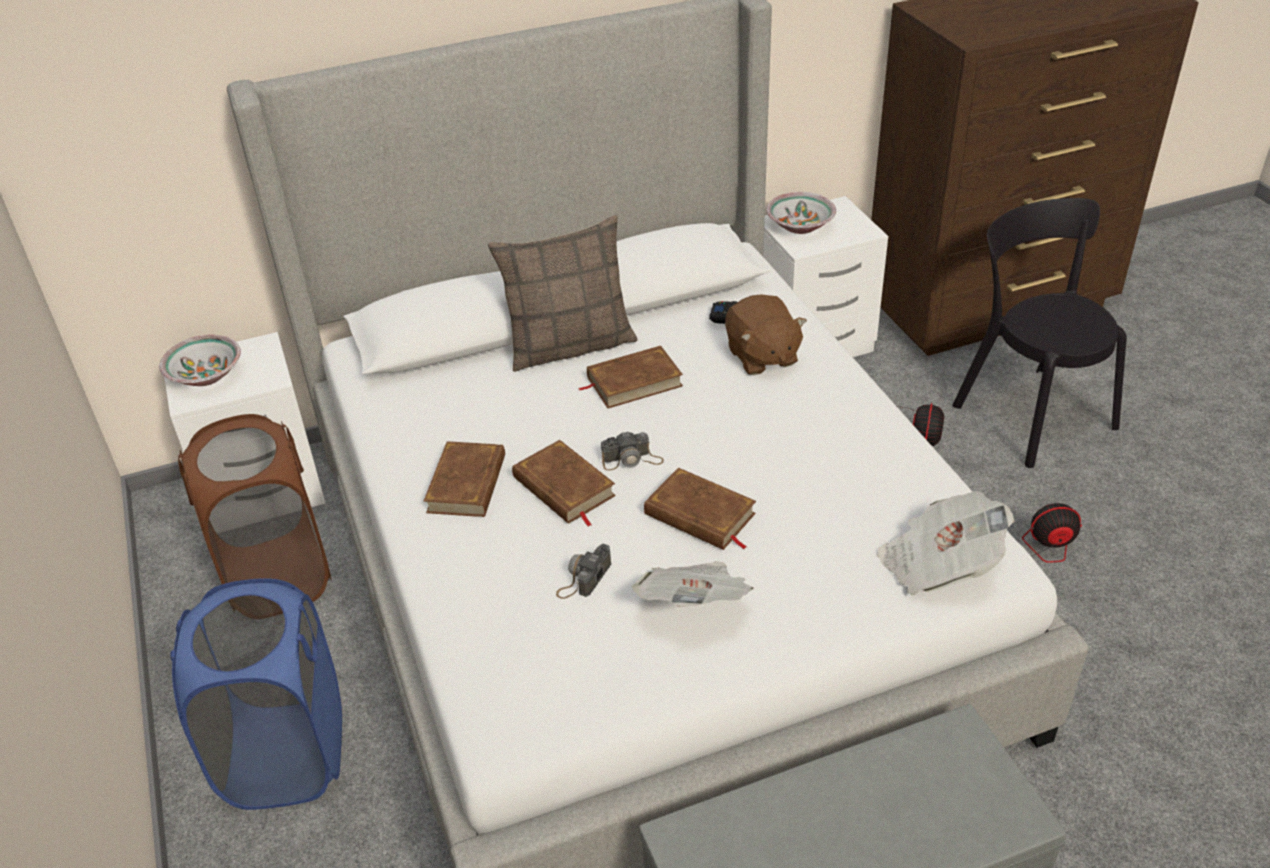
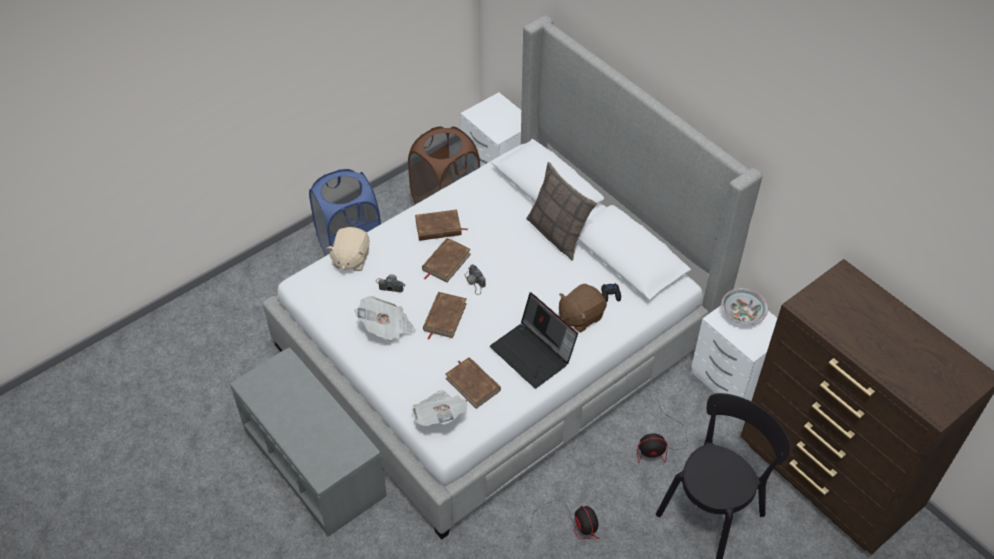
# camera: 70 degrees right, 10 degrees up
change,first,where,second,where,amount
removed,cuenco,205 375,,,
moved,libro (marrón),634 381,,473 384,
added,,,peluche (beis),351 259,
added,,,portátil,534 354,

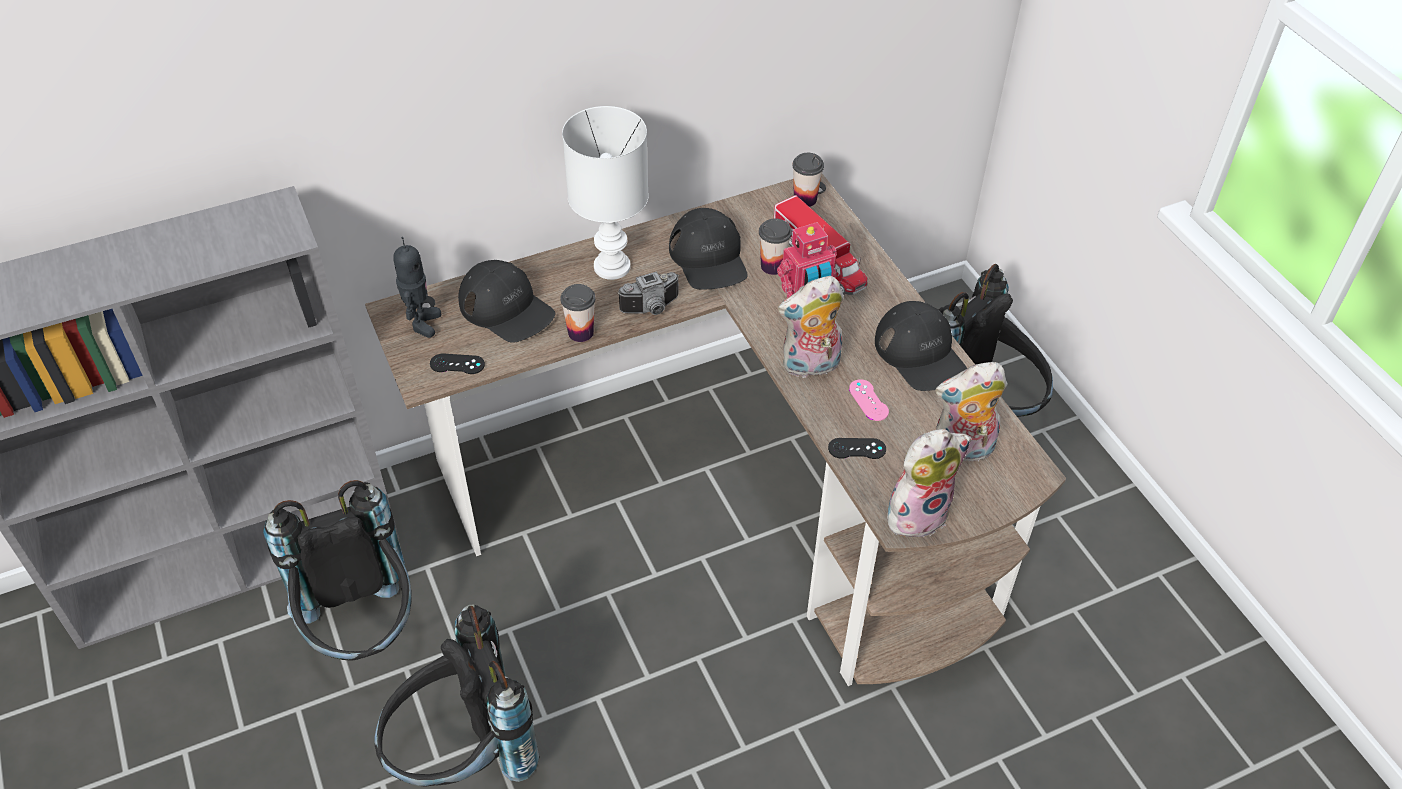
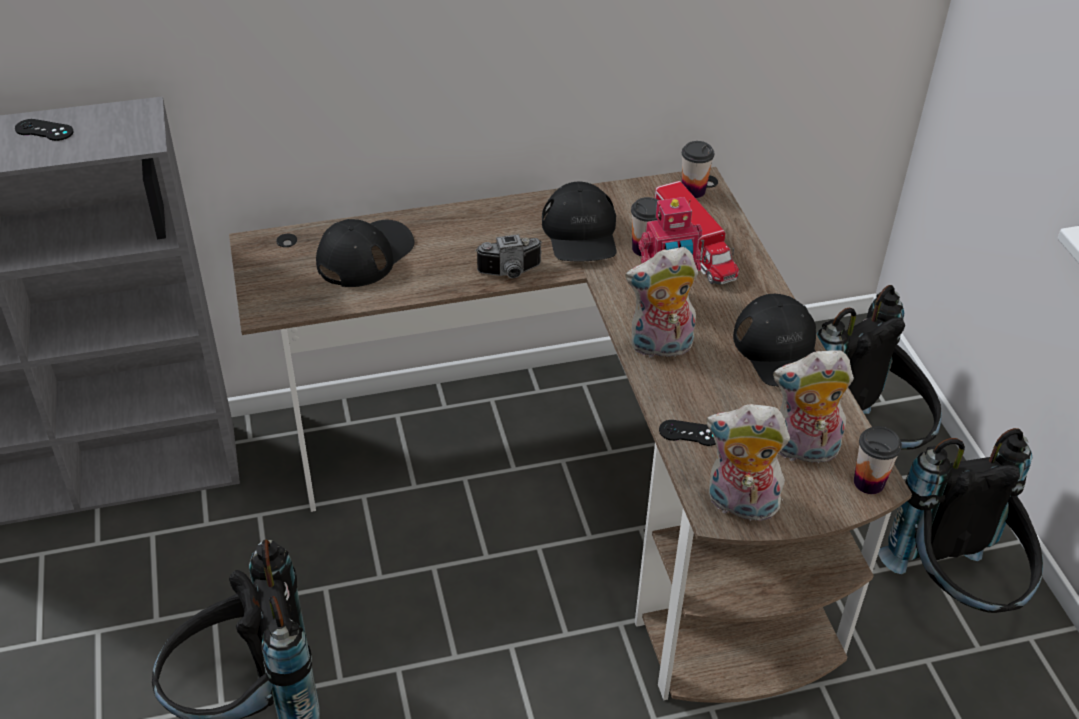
# camera: 10 degrees right, 5 degrees down
change,first,where,second,where,amount
moved,mochila (negro),363 631,,955 591,
removed,robot de juguete,422 323,,,
moved,mando de consola (negro),457 364,,44 130,
turned,gorra (negro),506 308,,365 255,105 degrees counterclockwise
moved,taza,580 332,,869 482,
removed,lámpara de mesa (blanco),612 268,,,
removed,mando de consola (rosa),868 400,,,
turned,peluche,917 512,,739 505,150 degrees counterclockwise

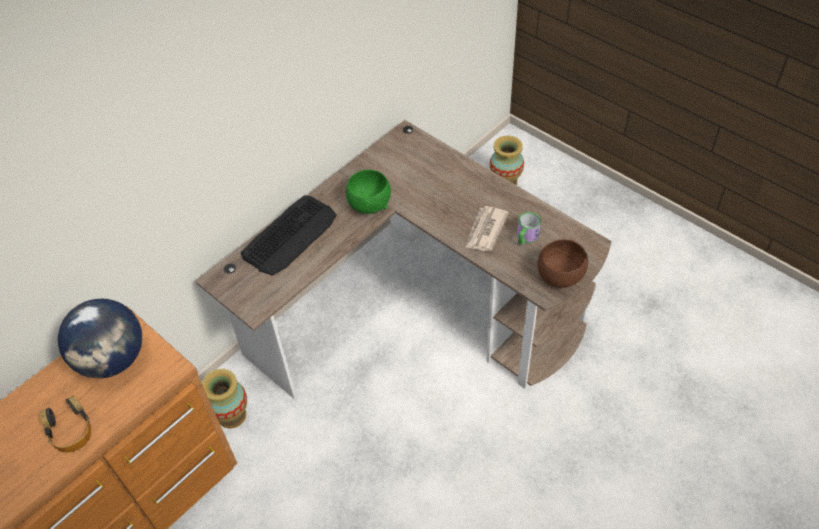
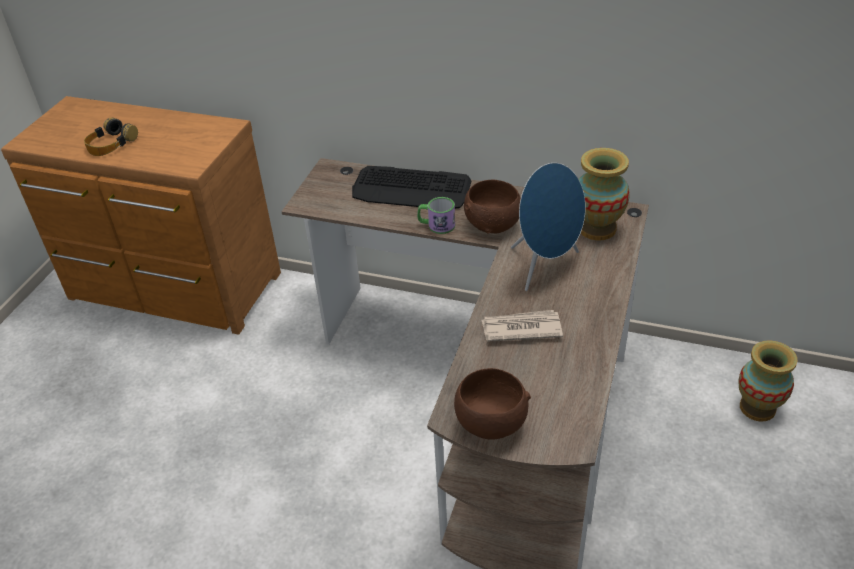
# camera: 65 degrees right, 10 degrees down
change,first,where,second,where,amount
removed,globo terráqueo,113 359,,,
moved,florero,232 415,,597 228,
recoloured,cuenco (verde),369 204,cuenco (marrón),493 225,
moved,taza grande,526 237,,436 225,
added,,,altavoz (azul),545 267,

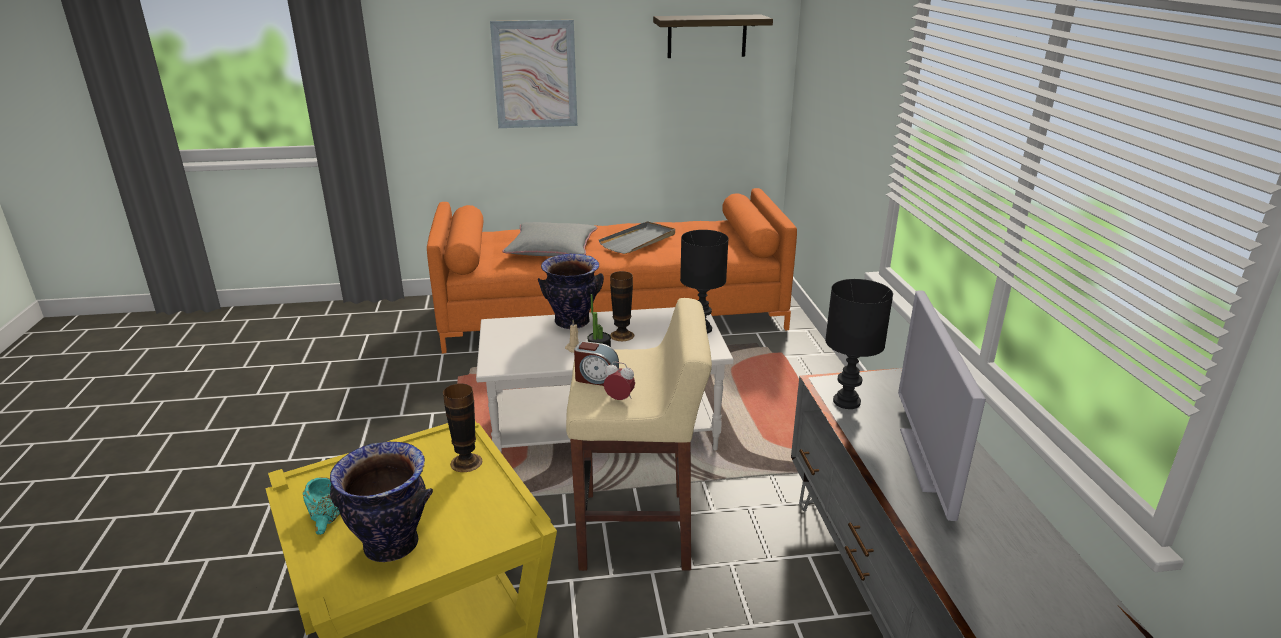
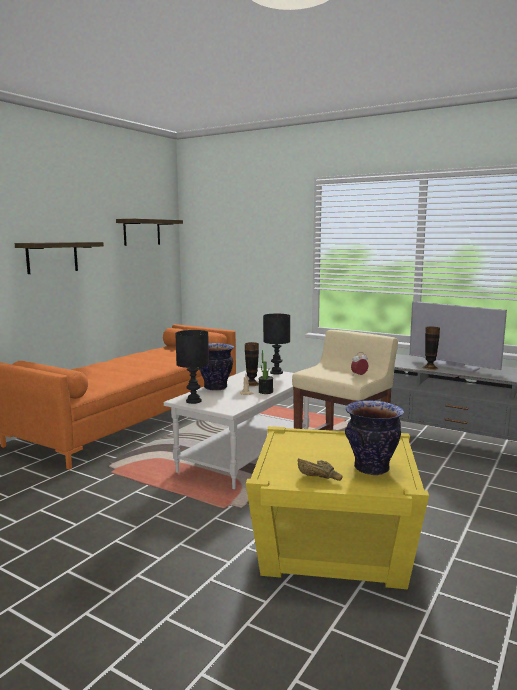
# camera: 50 degrees left, 15 degrees down
change,first,where,second,where,amount
recoloured,cuenco (turquesa),329 516,cuenco (marrón),319 478,
moved,florero,466 462,,430 367,
replaced,cuadro,535 74,estante,52 257,
removed,cojín (gris),552 248,,,
removed,despertador,596 379,,,
removed,bandeja (gris),639 240,,,
moved,lámpara de mesa (negro),845 401,,193 401,

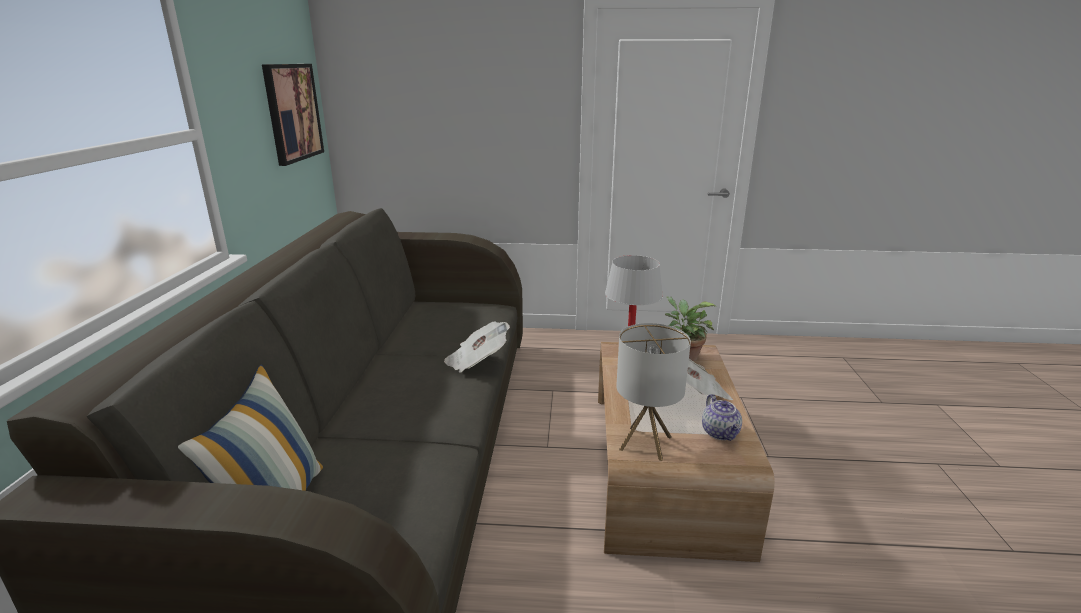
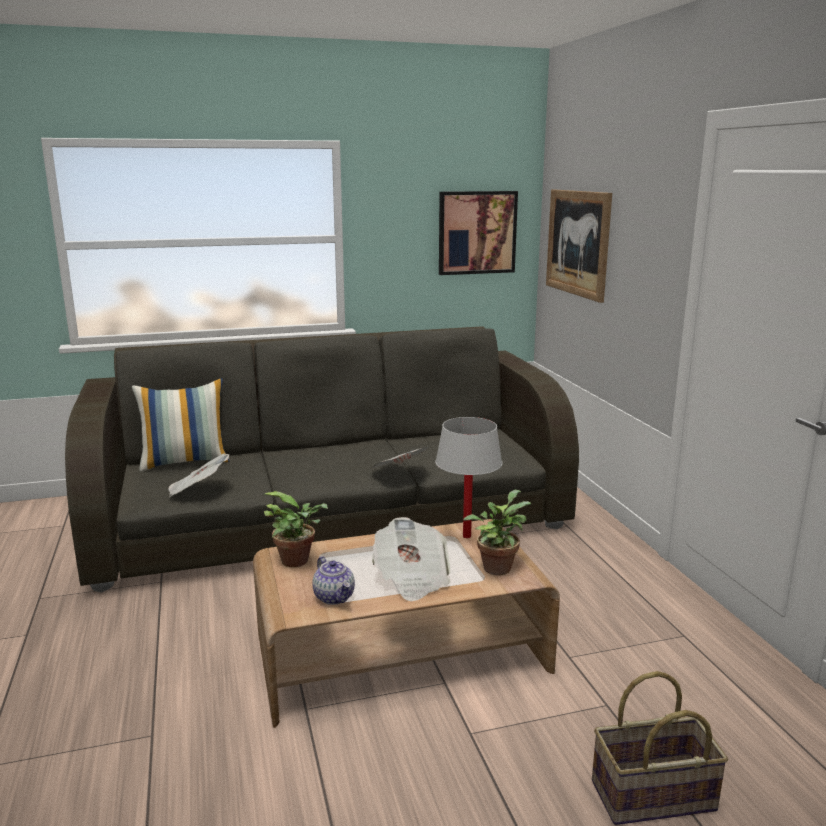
# camera: 70 degrees right, 5 degrees down
change,first,where,second,where,amount
replaced,lámpara de mesa,646 443,planta en maceta,299 561,
turned,tetera,720 433,,335 597,90 degrees counterclockwise
added,,,periódico,198 491,
added,,,cuadro,577 243,
added,,,cesta,653 797,

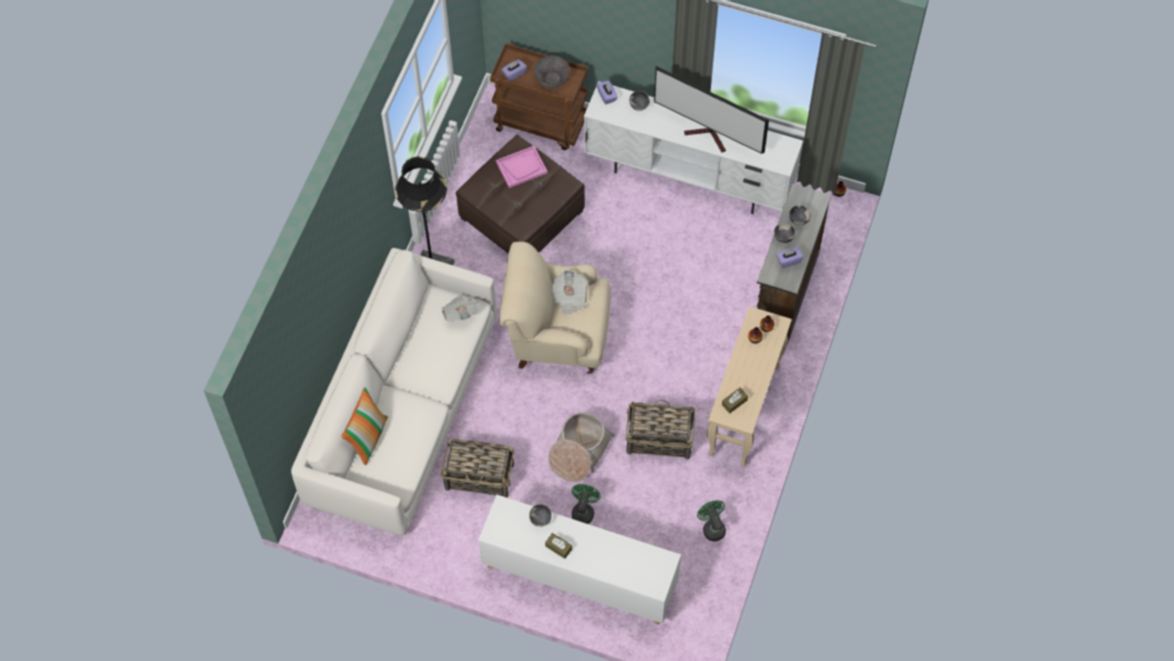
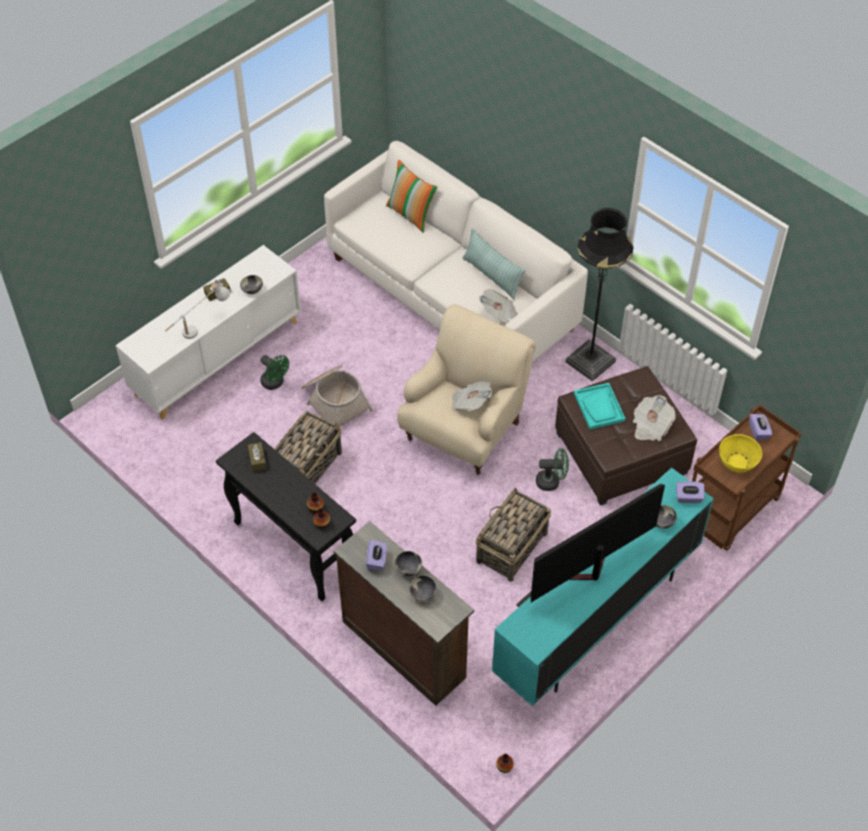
# camera: 115 degrees right, 10 degrees down
change,first,where,second,where,amount
moved,cesta,480 477,,511 548,
replaced,bandeja (rosa),521 167,periódico,650 426,
recoloured,cuenco (gris),552 79,cuenco (amarillo),737 462,
recoloured,mueble de televisión (blanco),690 178,mueble de televisión (turquesa),596 621,
moved,ventilador (verde),712 527,,551 481,
recoloured,mesa consola (beis),744 411,mesa consola (negro),292 548,
added,,,lámpara de mesa (blanco),200 328,
added,,,cojín,492 276,
added,,,bandeja (turquesa),599 407,

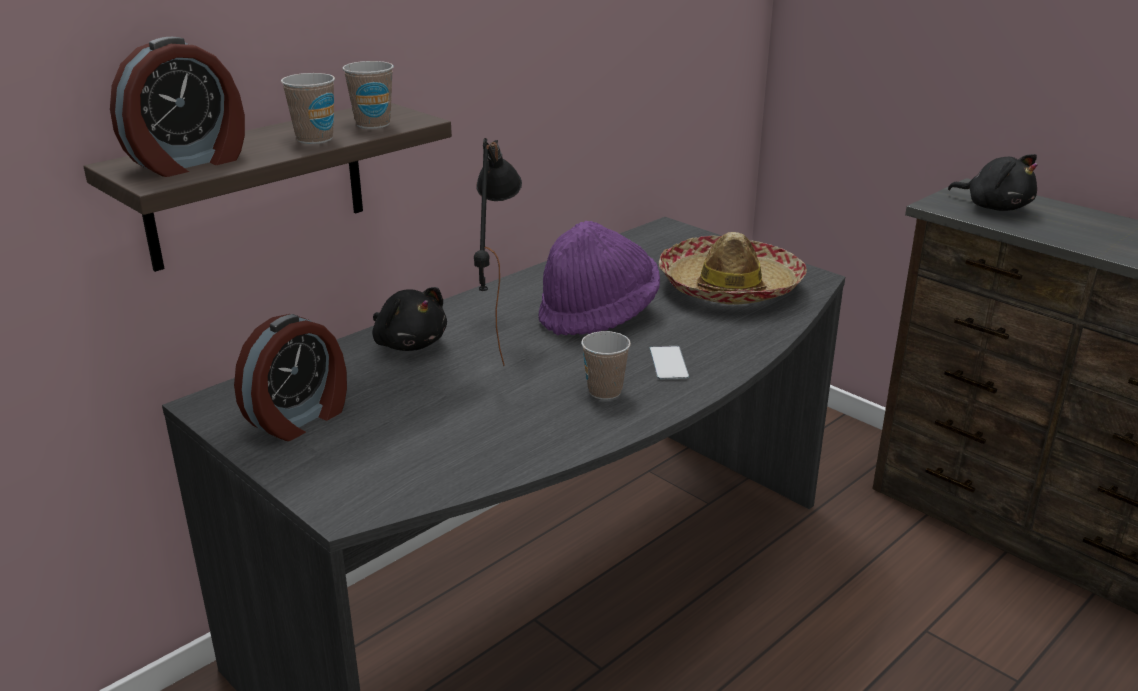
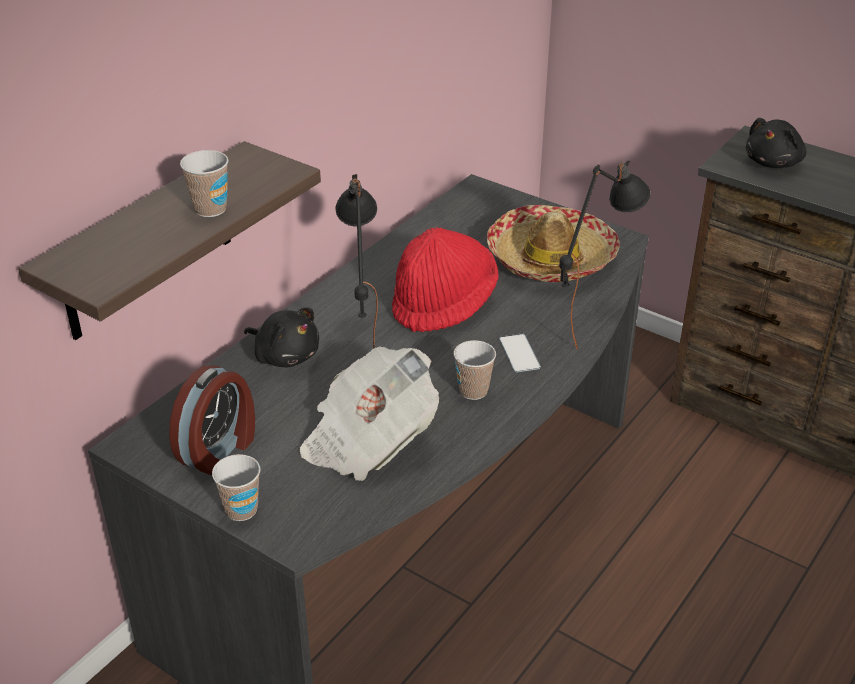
# camera: 10 degrees left, 10 degrees up
change,first,where,second,where,amount
removed,despertador,189 162,,,
moved,taza,373 124,,241 510,
recoloured,sombrero (morado),598 315,sombrero (rojo),443 304,
turned,peluche (negro),994 207,,774 162,90 degrees clockwise
added,,,periódico,368 440,
added,,,lámpara de mesa (negro),590 324,

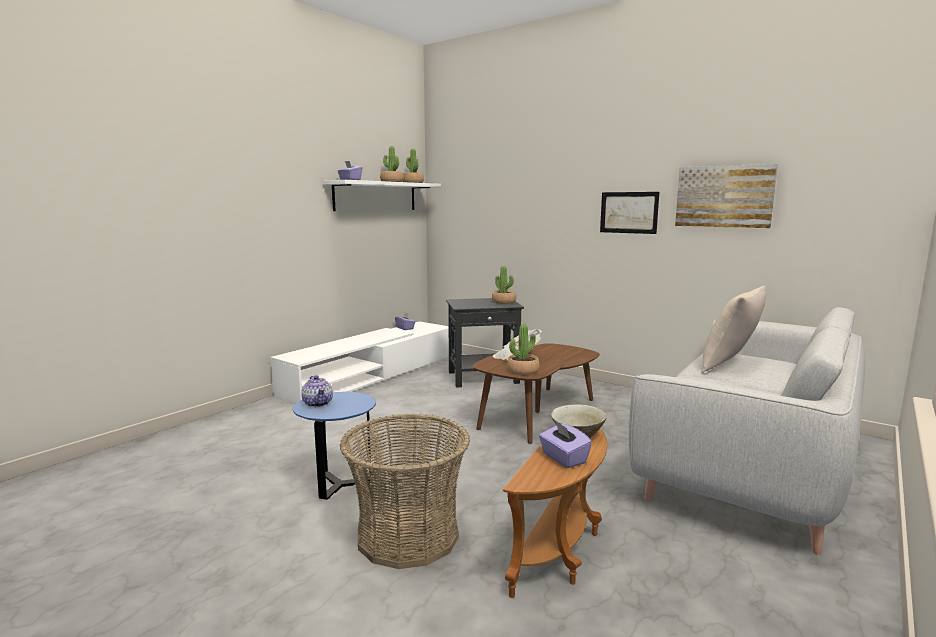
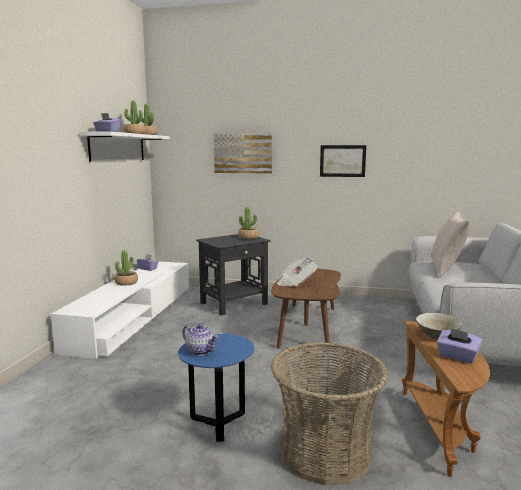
# camera: 25 degrees left, 0 degrees up
change,first,where,second,where,amount
moved,planta en maceta,523 371,,126 282,
moved,cuadro,724 196,,243 153,

